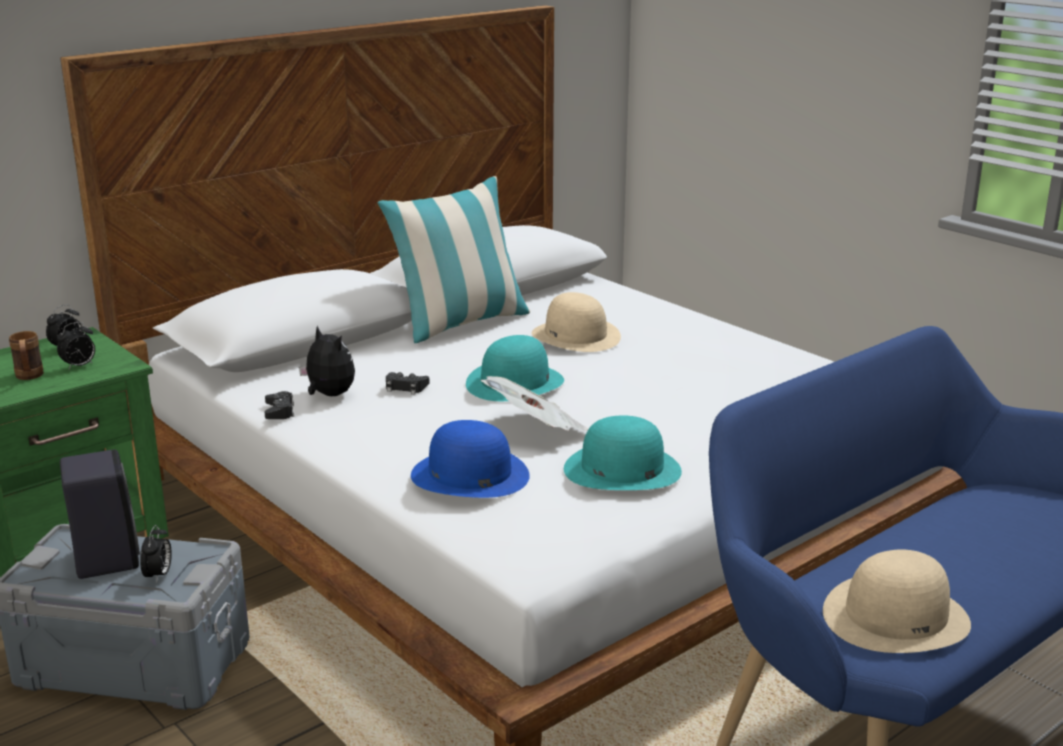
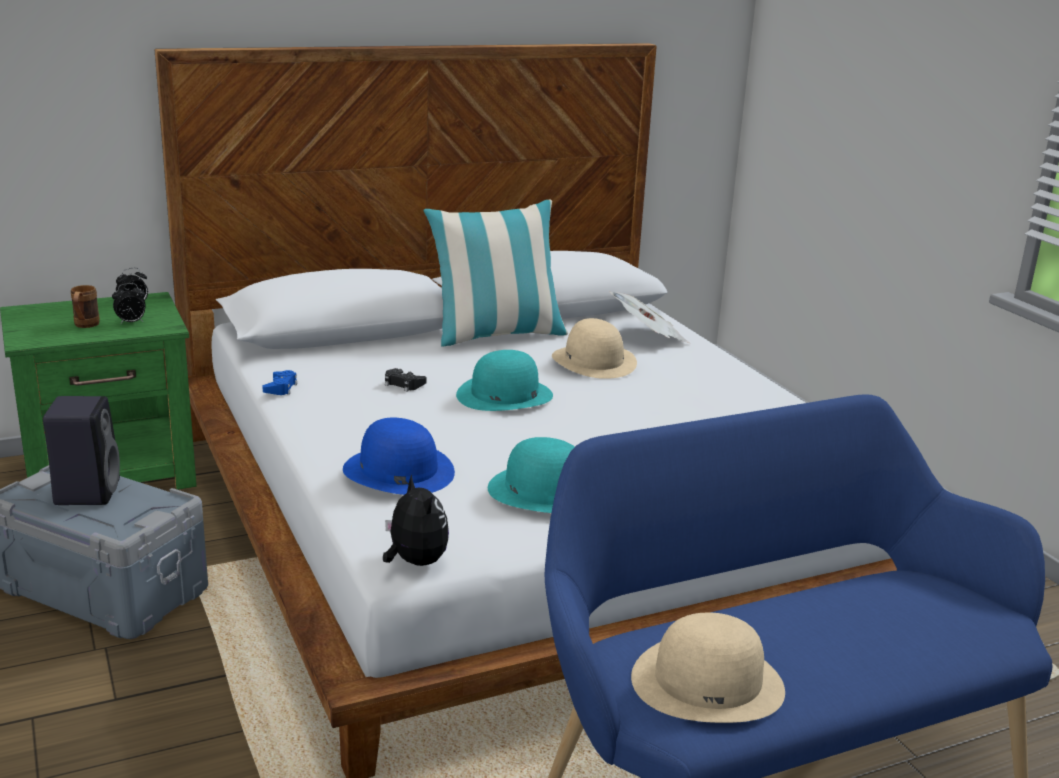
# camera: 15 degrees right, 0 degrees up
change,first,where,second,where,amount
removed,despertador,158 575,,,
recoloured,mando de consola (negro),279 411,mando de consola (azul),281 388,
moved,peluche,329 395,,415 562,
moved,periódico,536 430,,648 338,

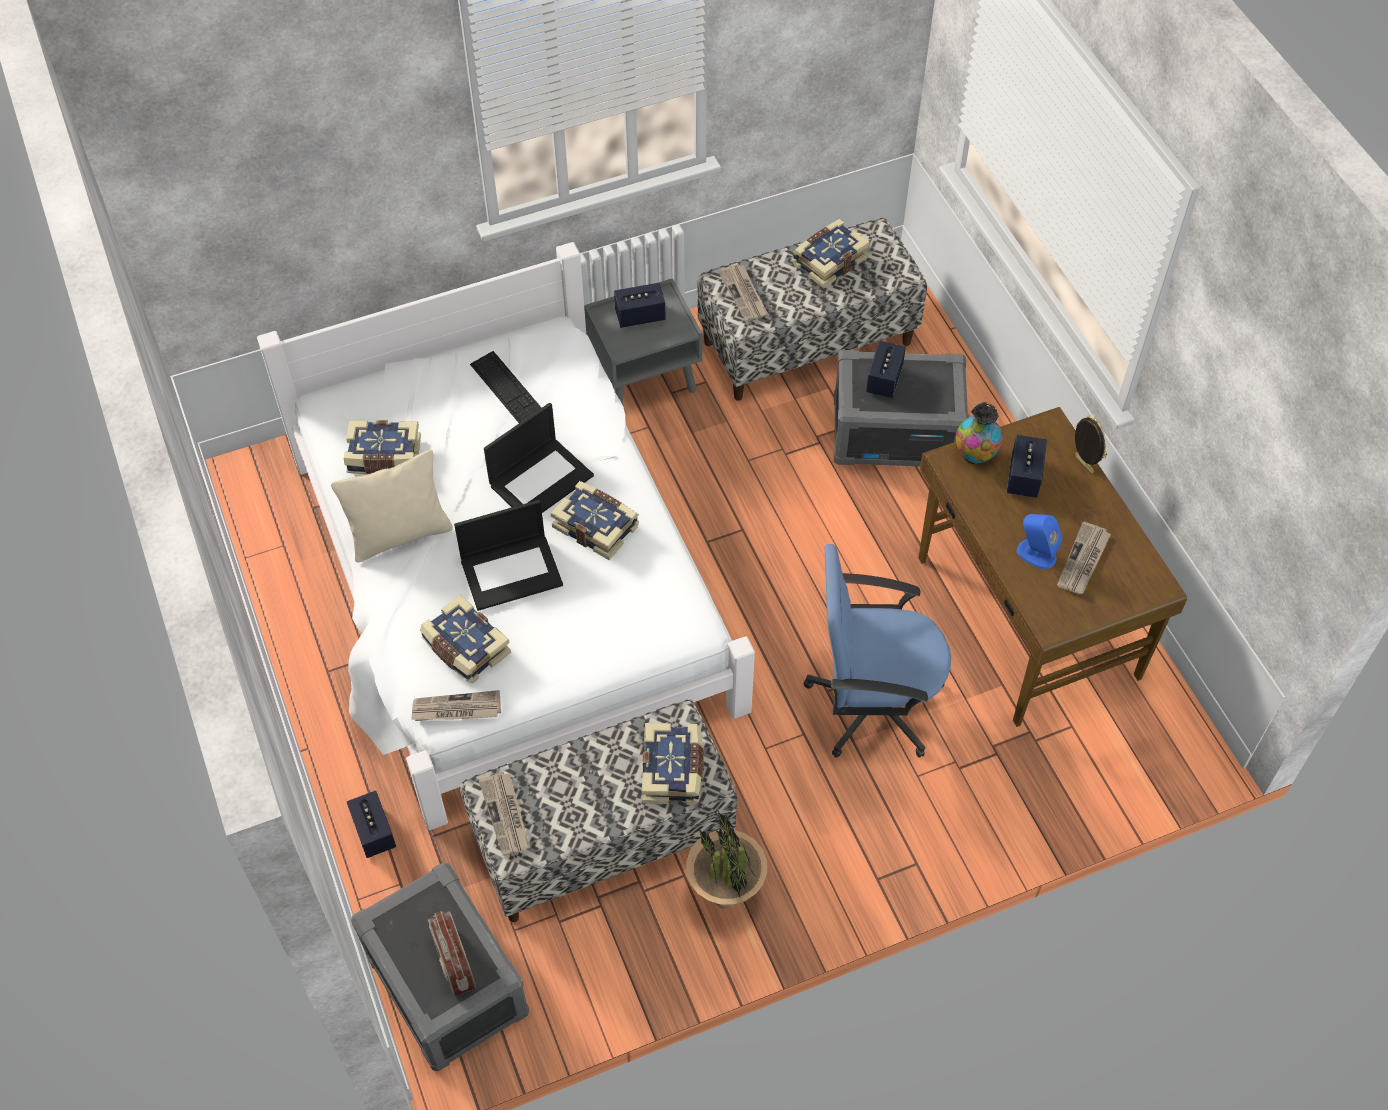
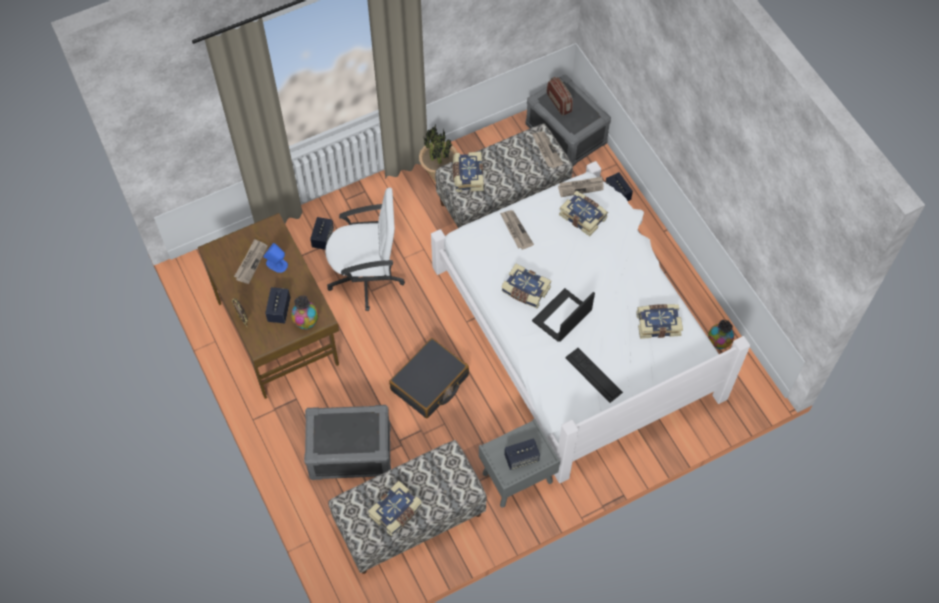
# camera: 175 degrees right, 5 degrees up
change,first,where,second,where,amount
removed,cojín (beis),400 534,,,
removed,portátil,512 571,,,
moved,periódico,744 294,,515 230,
recoloured,silla de oficina (azul),871 703,silla de oficina (blanco),367 277,
moved,altavoz,884 380,,323 238,
added,,,maleta (negro),430 383,
added,,,florero,718 343,

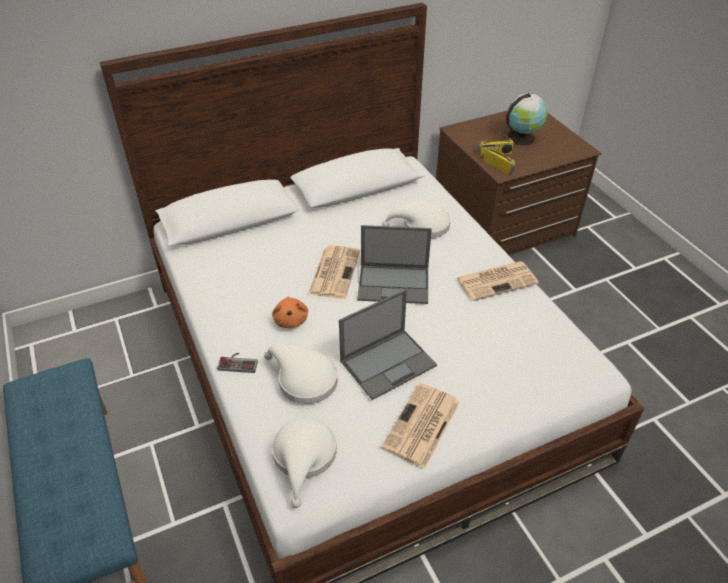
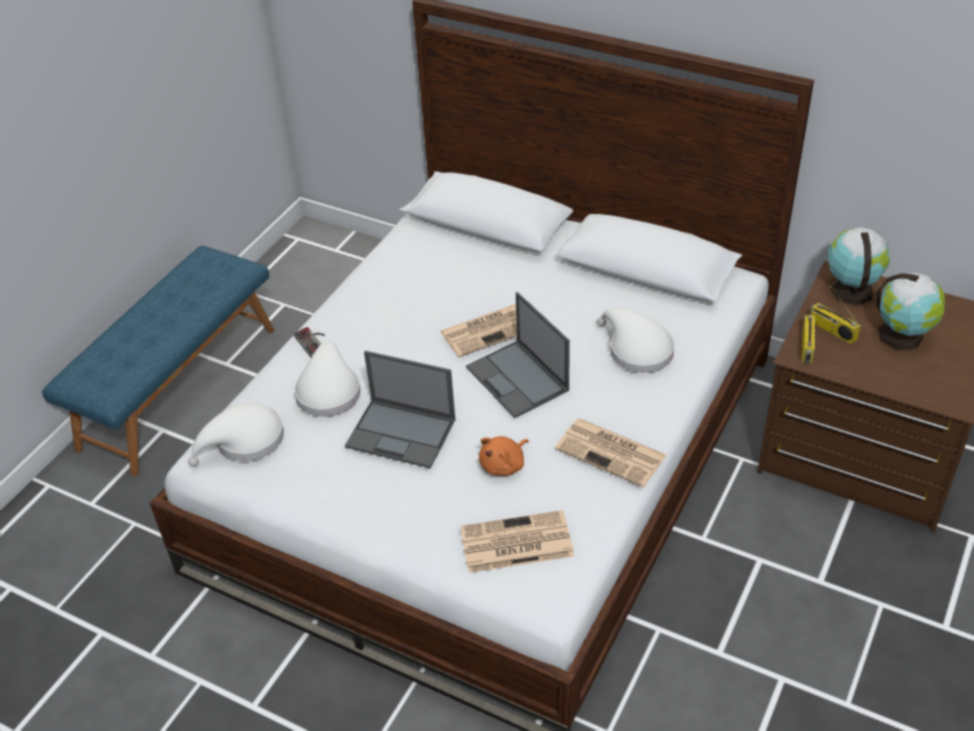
# camera: 55 degrees right, 0 degrees up
change,first,where,second,where,amount
moved,peluche (naranja),291 319,,504 465,
moved,periódico,421 426,,515 543,
added,,,globo terráqueo,851 289,

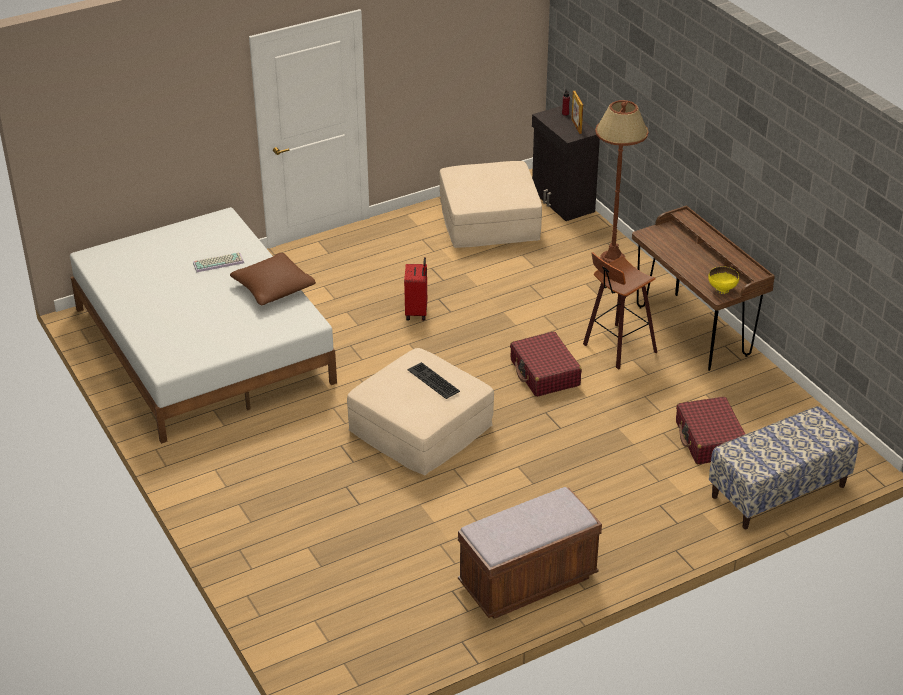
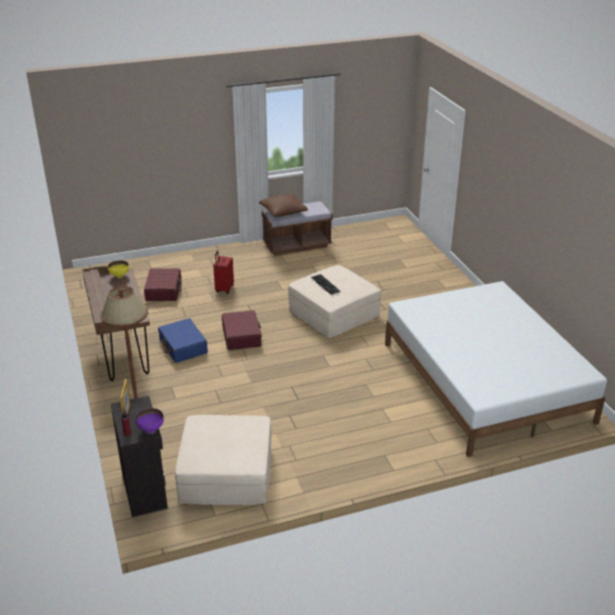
# camera: 170 degrees left, 5 degrees down
change,first,where,second,where,amount
removed,teclado,219 262,,,
moved,cojín (marrón),273 288,,283 212,
moved,maleta (rojo),417 312,,224 289,
replaced,taburete,617 348,maleta (azul),183 347,
removed,banco,778 491,,,
added,,,cuenco (morado),151 430,

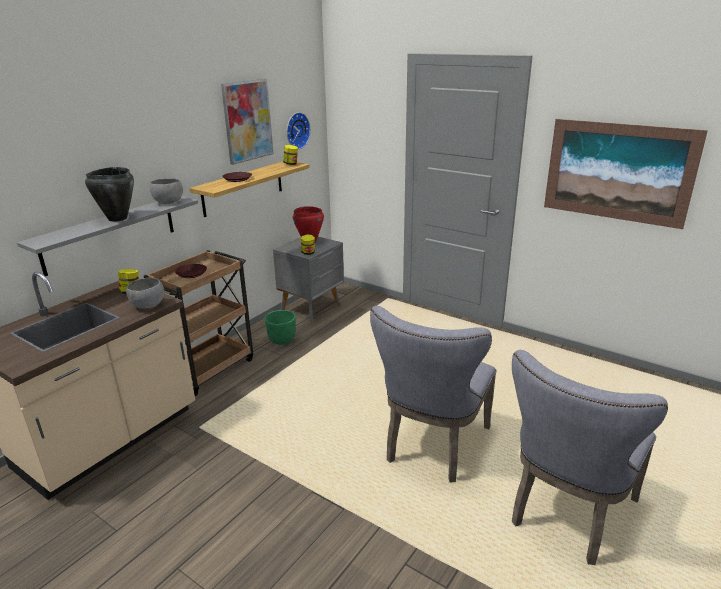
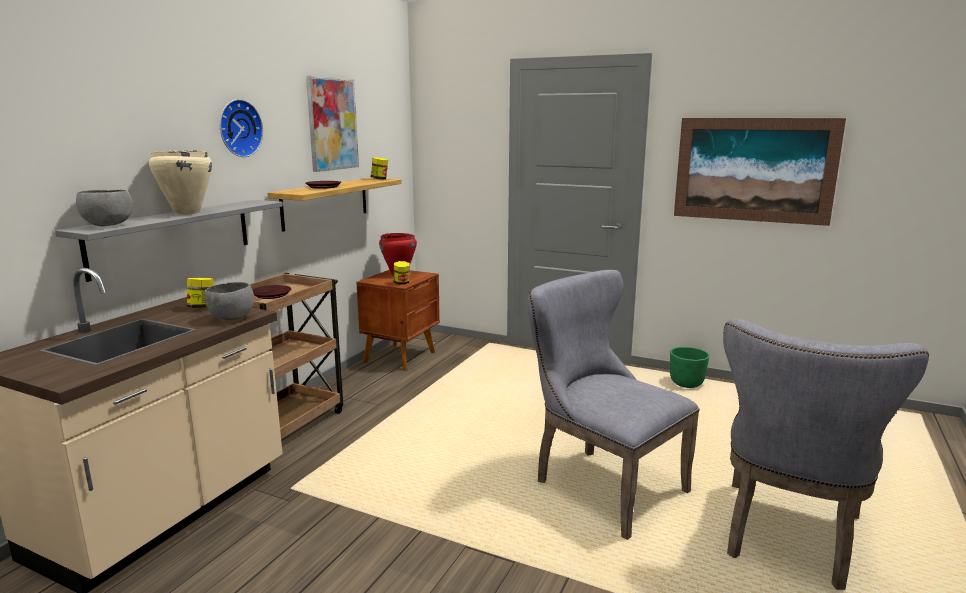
# camera: 10 degrees left, 10 degrees down
change,first,where,second,where,amount
recoloured,olla (negro),117 219,olla (beis),186 213,
moved,cuenco (gris),168 202,,107 225,
moved,maceta (verde),282 340,,686 384,
recoloured,mesita de noche (gris),312 308,mesita de noche (marrón),401 357,
moved,reloj de pared,296 130,,238 128,
turned,silla (gris),433 447,,600 484,120 degrees clockwise

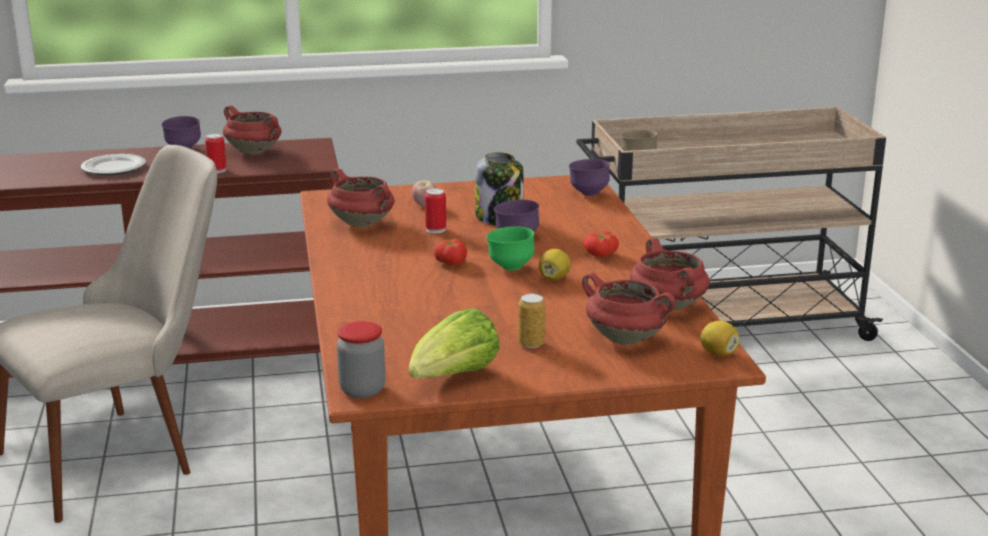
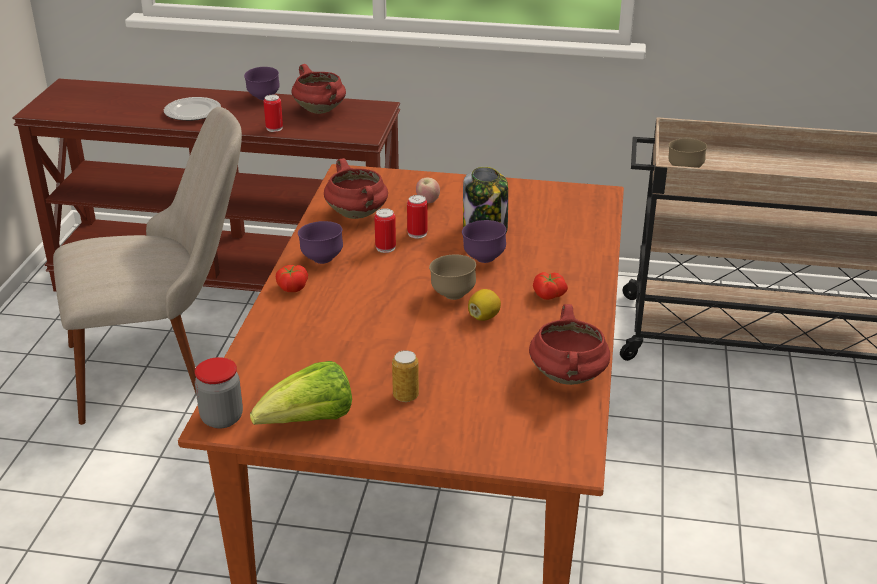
# camera: 20 degrees right, 10 degrees up
change,first,where,second,where,amount
moved,tomate,450 262,,291 287,
recoloured,cuenco (verde),510 267,cuenco (marrón),452 295,
moved,cuenco (morado),588 193,,322 259,
removed,olla (rojo),627 339,,,
removed,limón,718 353,,,
added,,,lata,385 247,

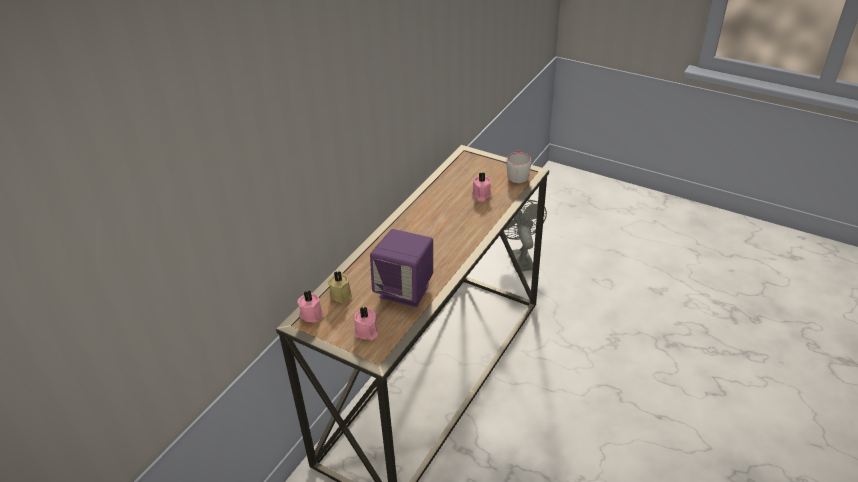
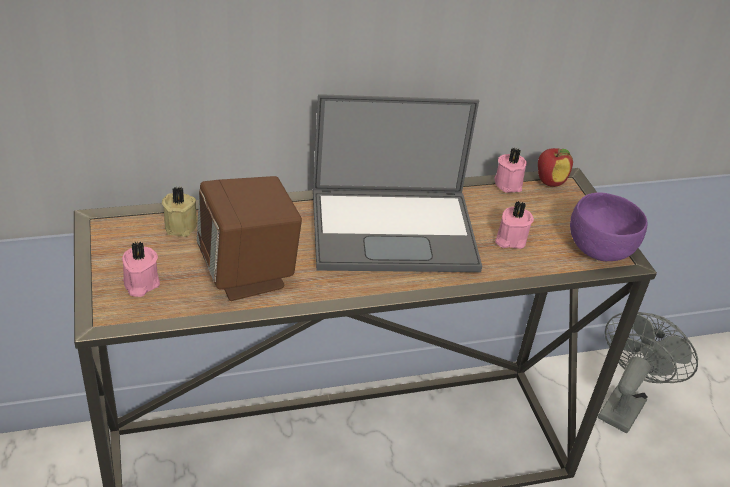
# camera: 40 degrees right, 0 degrees up
change,first,where,second,where,amount
moved,vela (rosa),311 314,,509 183,
recoloured,altavoz (morado),405 290,altavoz (marrón),249 274,
replaced,taza grande (gris),517 174,cuenco (morado),599 247,
added,,,portátil,395 229,
added,,,manzana,550 182,

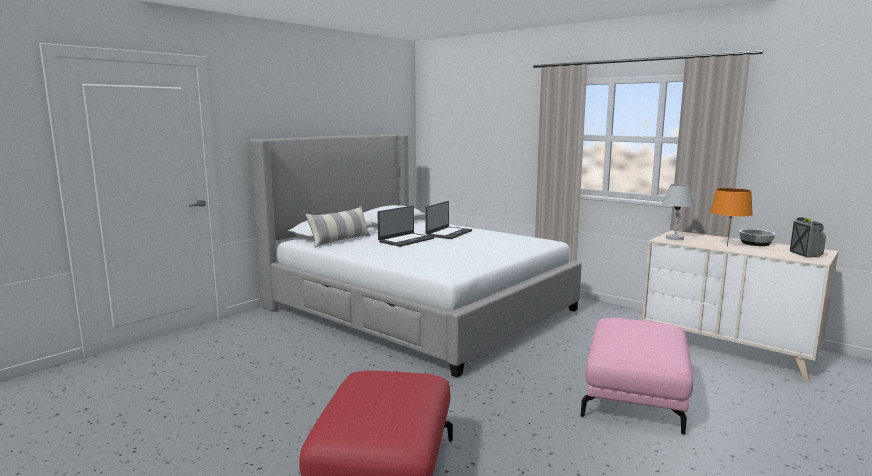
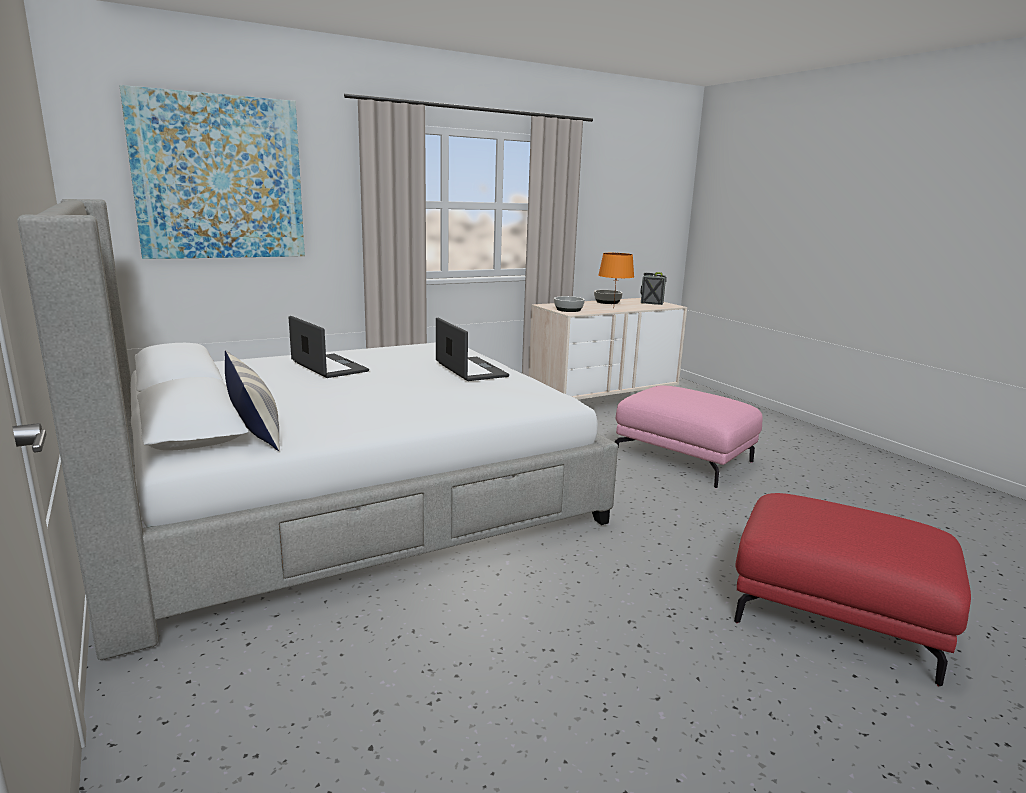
# camera: 70 degrees left, 5 degrees up
change,first,where,second,where,amount
moved,portátil,405 240,,470 370,
replaced,lámpara de mesa (blanco),675 238,cuenco,568 310,
added,,,cuadro,219 178,

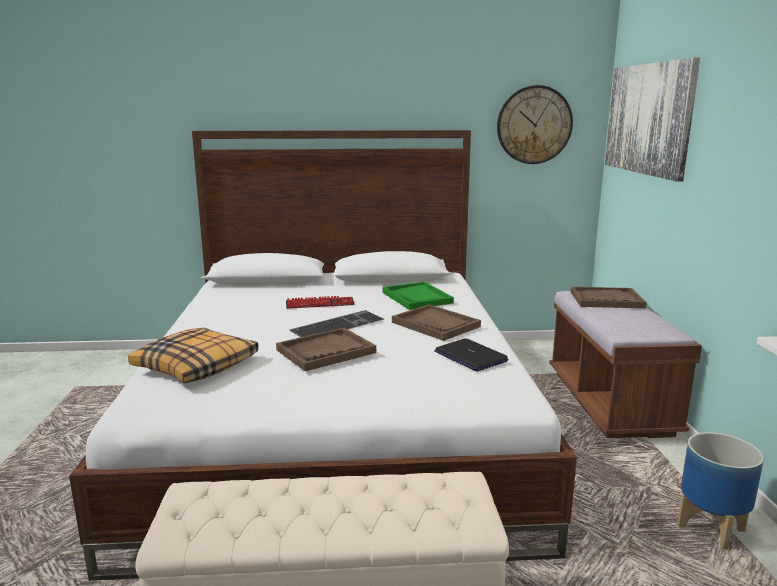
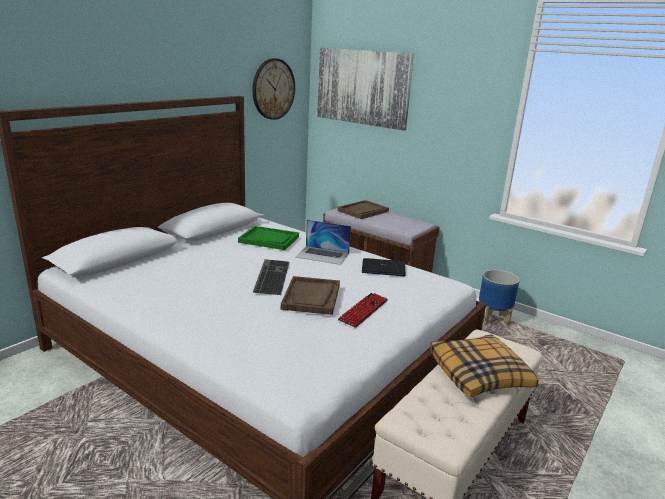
# camera: 50 degrees left, 5 degrees up
change,first,where,second,where,amount
moved,cojín,197 367,,480 374,
moved,teclado,320 304,,363 310,
replaced,bandeja (marrón),436 324,portátil,323 255,

